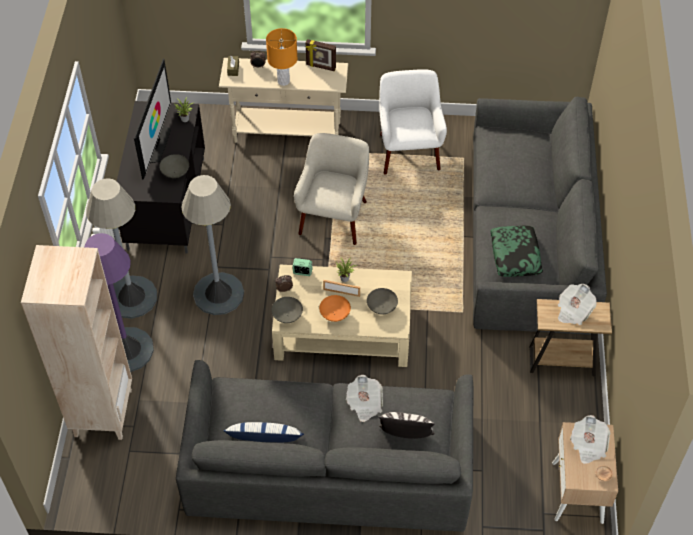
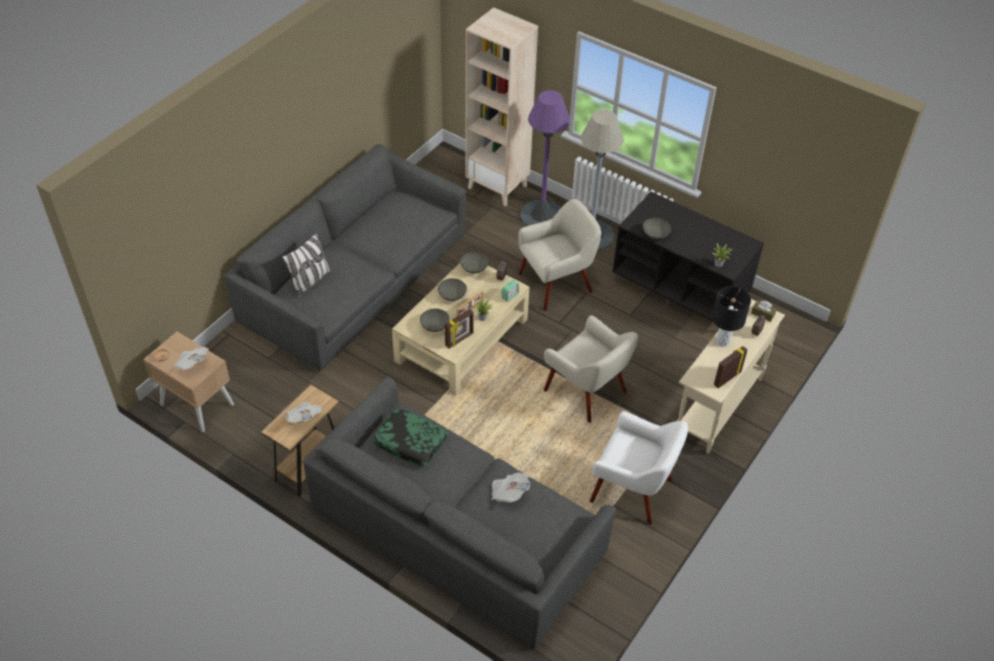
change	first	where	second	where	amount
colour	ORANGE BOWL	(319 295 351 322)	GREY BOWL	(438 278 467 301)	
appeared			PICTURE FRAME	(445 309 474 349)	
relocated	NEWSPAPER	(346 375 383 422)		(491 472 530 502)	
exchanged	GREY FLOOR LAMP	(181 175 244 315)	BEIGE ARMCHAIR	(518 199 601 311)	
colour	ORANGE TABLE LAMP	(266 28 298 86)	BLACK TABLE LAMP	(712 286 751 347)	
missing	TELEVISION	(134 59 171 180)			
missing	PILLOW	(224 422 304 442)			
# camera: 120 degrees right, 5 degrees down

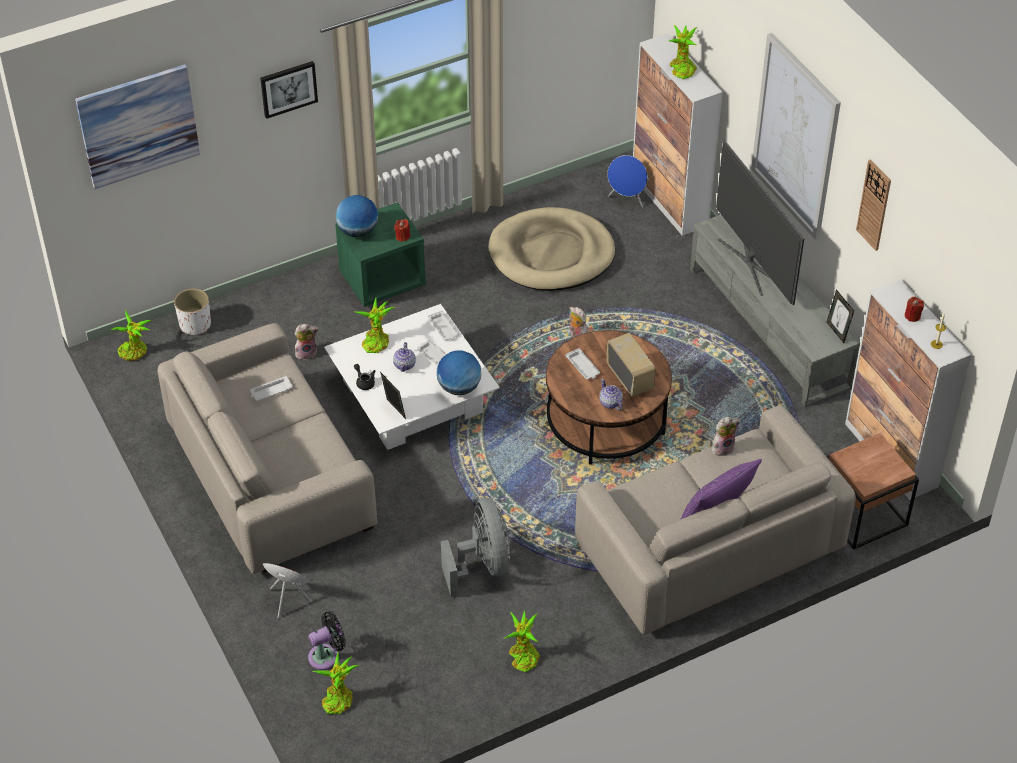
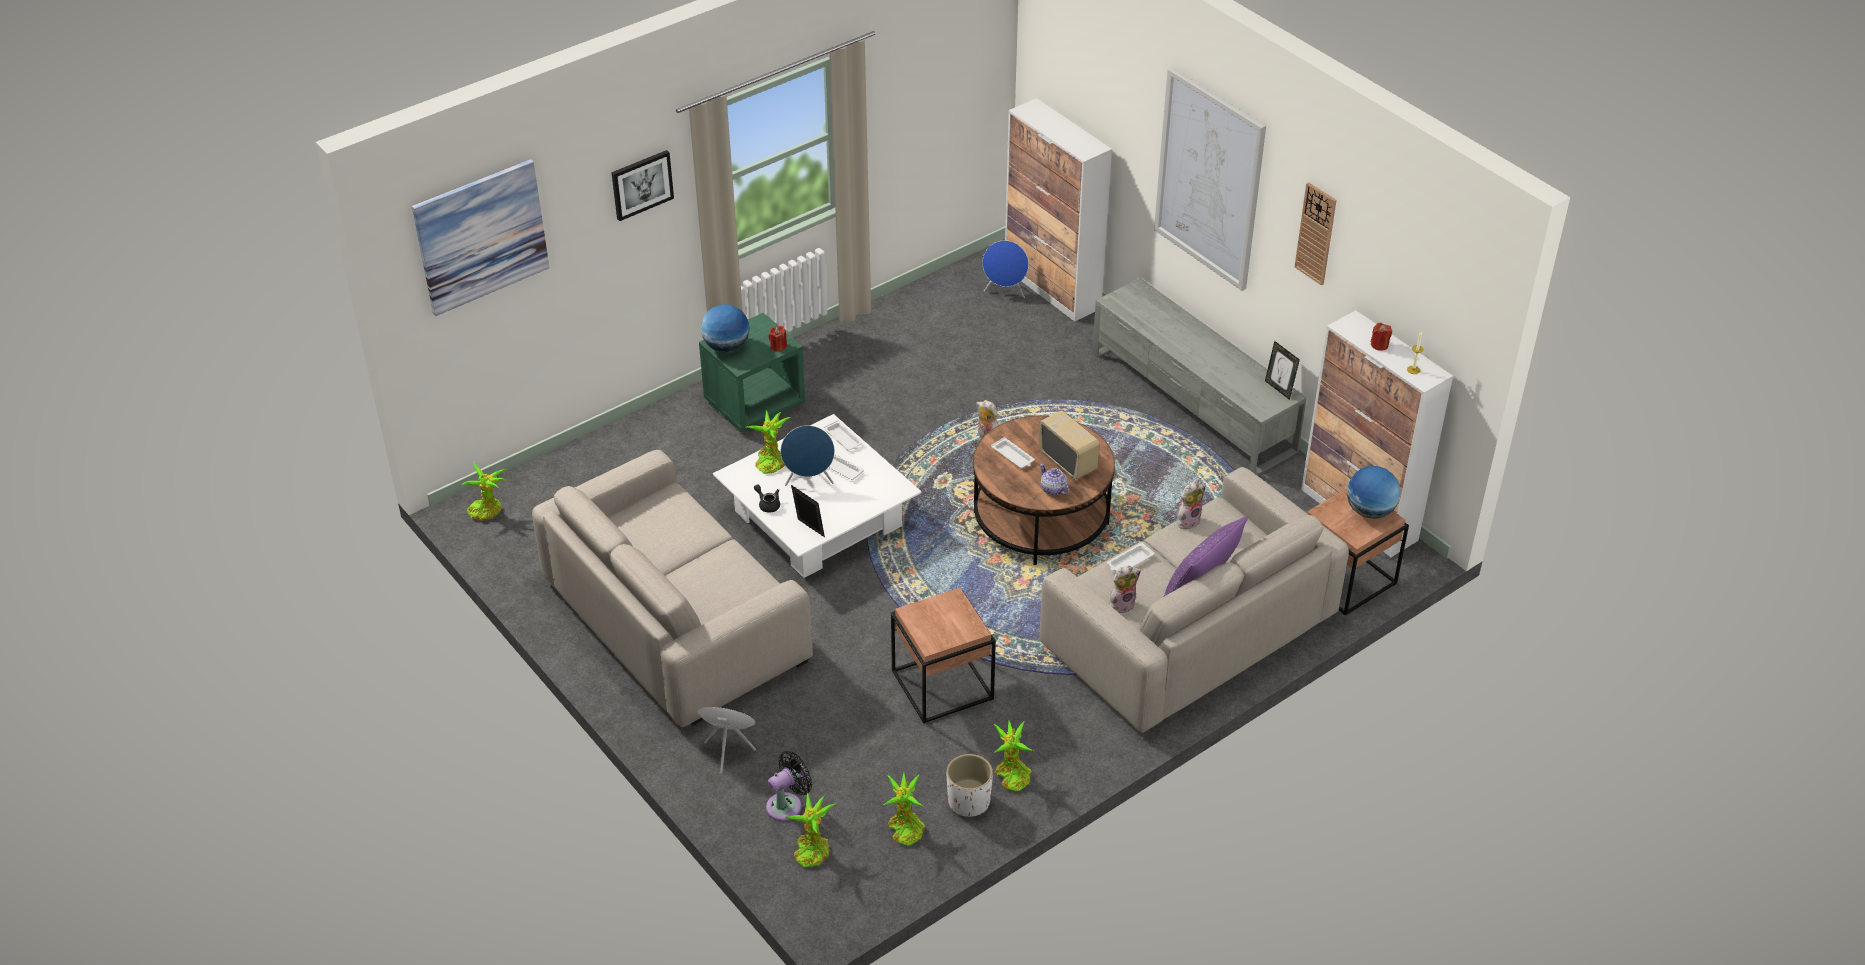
change	first	where	second	where	amount
exchanged	TEAPOT	(393 342 416 372)	BLUE SPEAKER	(781 425 835 486)	
relocated	POTTED PLANT	(669 25 697 79)		(883 773 925 846)	
exchanged	GREY FAN	(441 498 510 597)	BROWN SIDE TABLE	(891 588 996 724)	
relocated	WHITE PLANTER	(174 288 211 335)		(946 754 993 817)	
relocated	WHITE TRAY	(250 376 293 401)		(1107 542 1155 572)	
relocated	PLUSH TOY	(294 324 318 360)		(1109 565 1141 613)	
relocated	GLOBE	(437 351 481 395)		(1347 466 1401 519)	
missing	BEIGE DOG BED	(488 207 615 291)			
missing	TELEVISION	(716 140 804 305)			
# camera: 10 degrees left, 5 degrees down

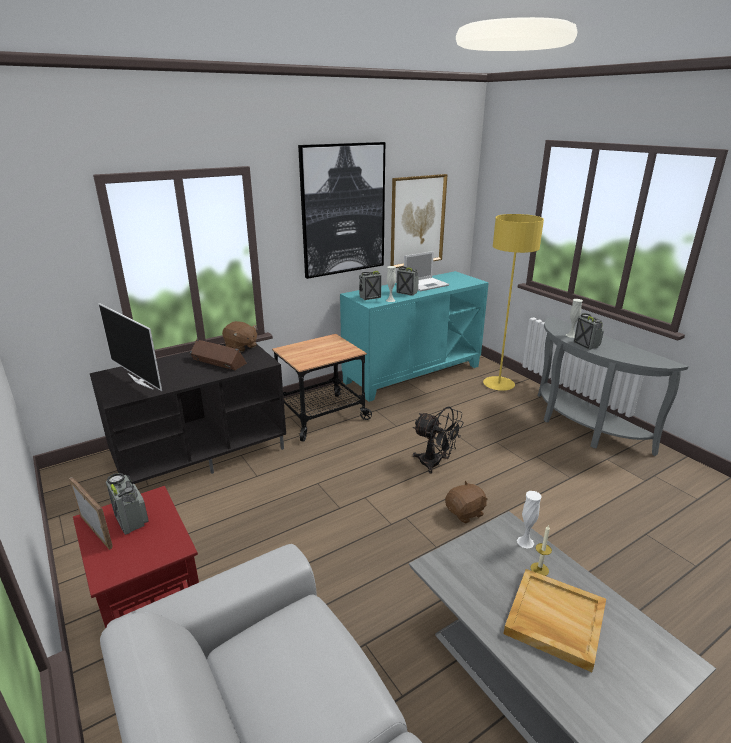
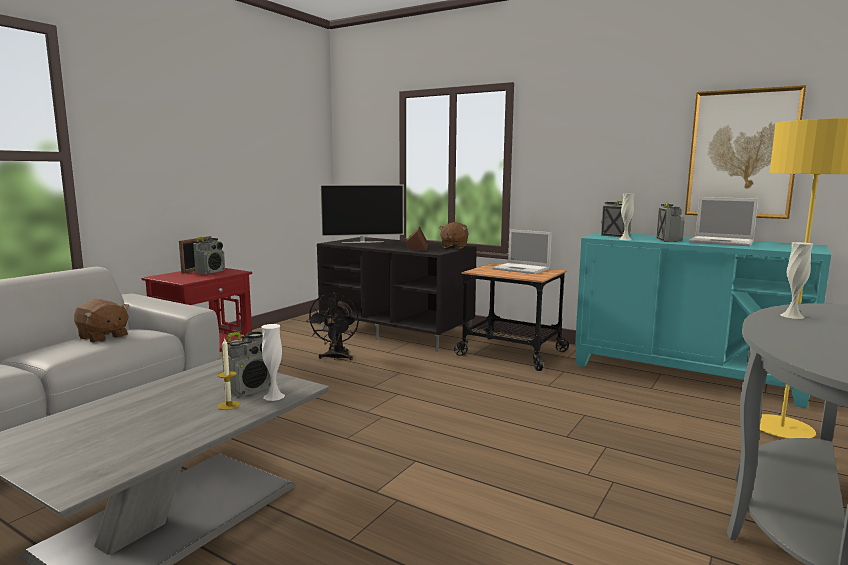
change	first	where	second	where	amount
relocated	BROWN PLUSH TOY	(445 480 488 523)		(74 300 129 343)	
relocated	RADIO	(574 313 604 350)		(222 331 271 397)	
relocated	BLACK FAN	(413 406 464 474)		(306 293 359 360)	
spun	TELEVISION	(98 303 162 391)		(320 185 404 243)	120 degrees counterclockwise
appeared			LAPTOP	(492 229 552 274)	
missing	PICTURE	(298 142 385 279)			
missing	BEIGE TRAY	(503 569 606 672)			
# camera: 65 degrees right, 15 degrees down

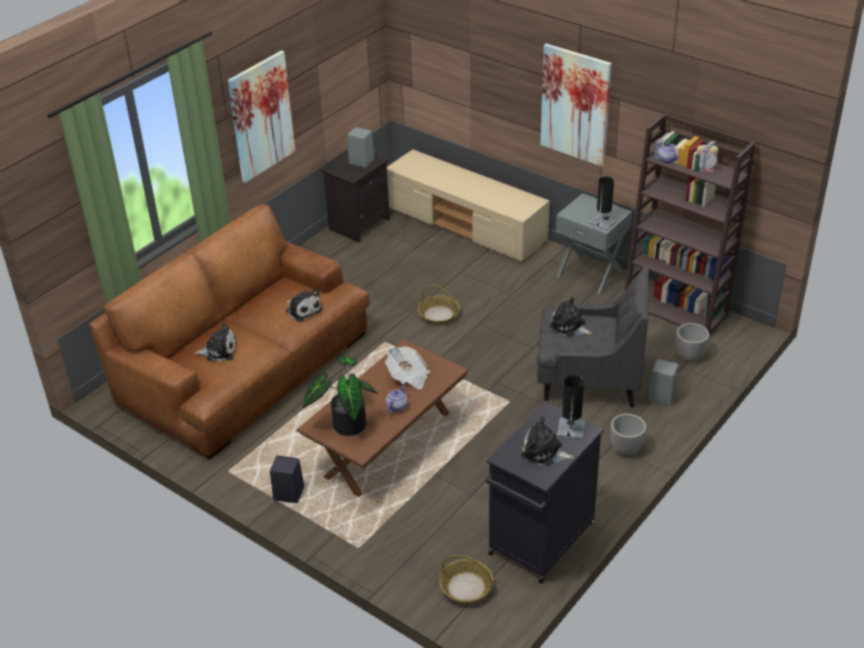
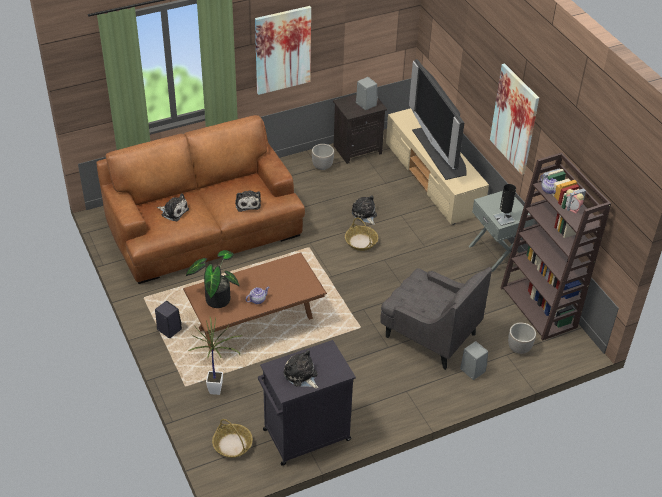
change	first	where	second	where	amount
appeared			POTTED PLANT	(188 317 242 395)	
relocated	PLANTER	(611 414 646 455)		(312 144 334 170)	
relocated	PLUSH TOY	(549 296 592 336)		(352 195 377 225)	
appeared			TELEVISION	(409 59 467 180)	
missing	NEWSPAPER	(385 346 430 389)			
missing	BLACK TABLE LAMP	(557 375 585 439)			
# camera: 25 degrees right, 5 degrees up

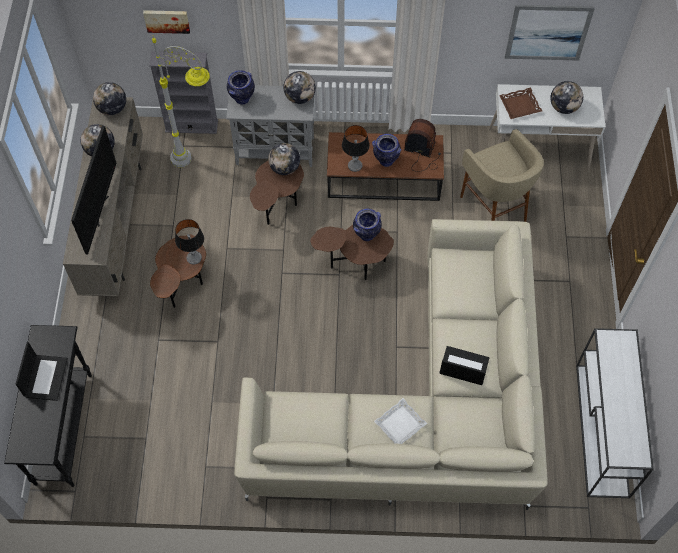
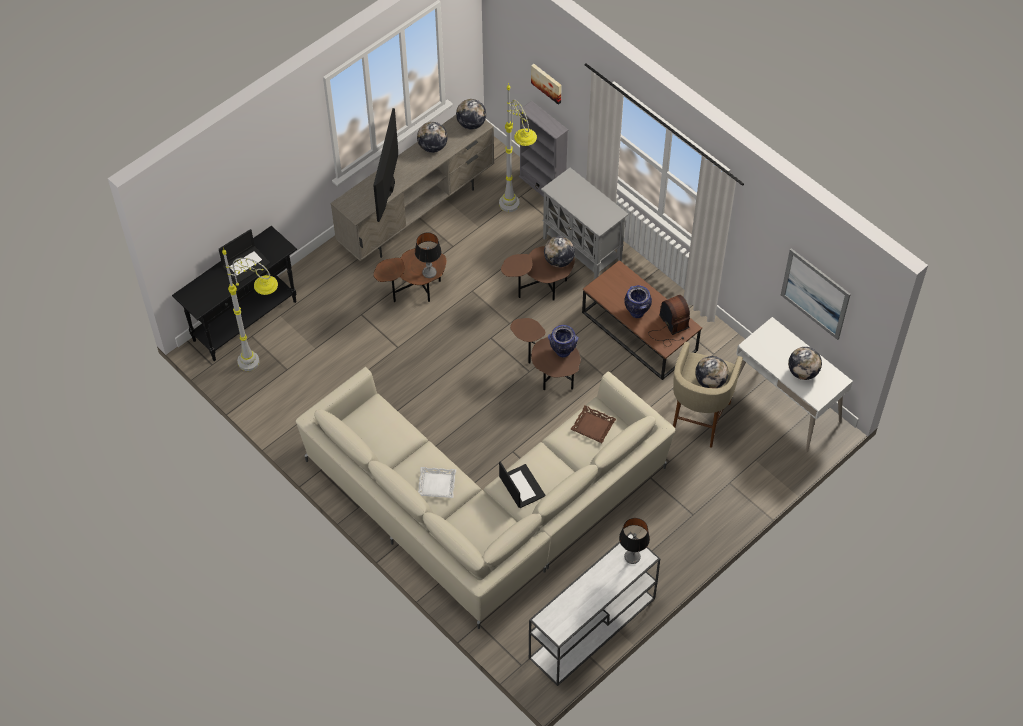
change	first	where	second	where	amount
appeared			GREY FLOOR LAMP	(222 248 278 371)	
spun	TELEVISION	(71 126 116 255)		(373 108 398 222)	135 degrees clockwise
relocated	BROWN TRAY	(499 87 542 119)		(570 405 616 443)	
relocated	TABLE LAMP	(342 125 370 172)		(619 518 650 564)	
relocated	GLOBE	(283 71 316 104)		(695 356 729 388)	
missing	VASE	(227 70 255 105)			
# camera: 45 degrees right, 5 degrees down

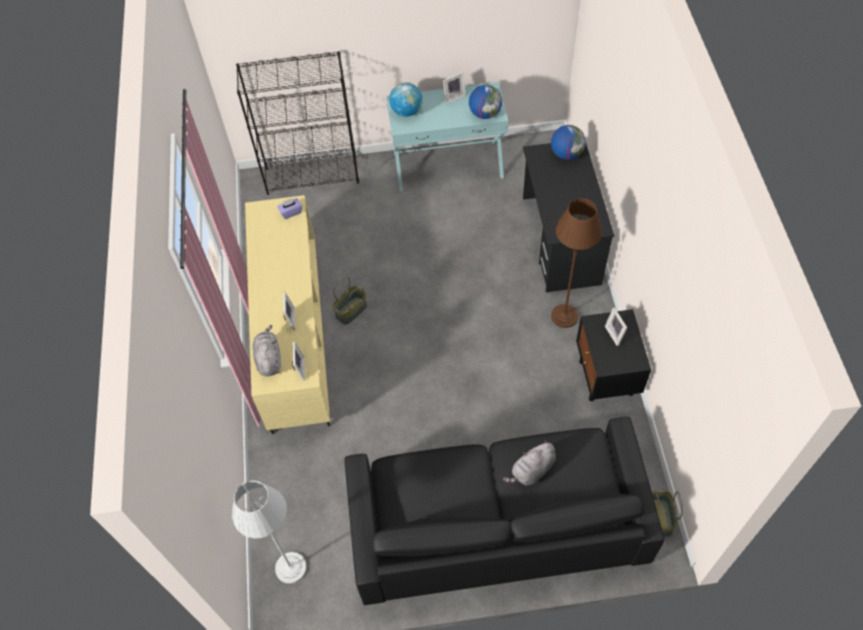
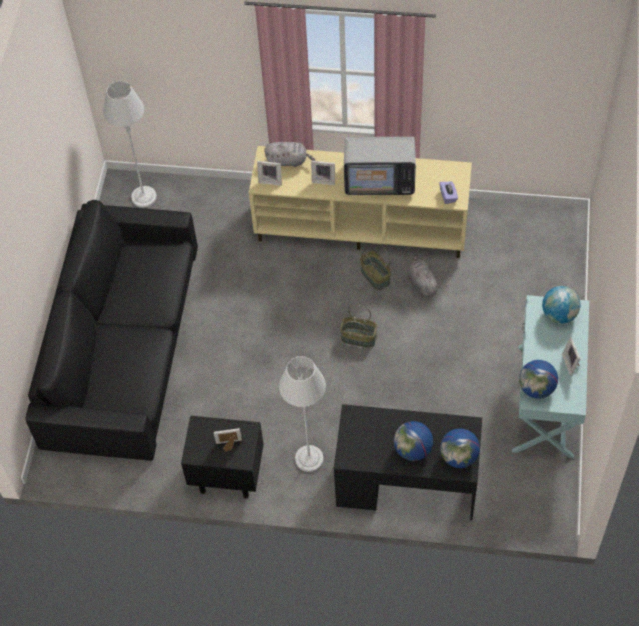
change	first	where	second	where	amount
colour	BROWN FLOOR LAMP	(551 198 602 328)	GREY FLOOR LAMP	(279 356 326 472)	
relocated	BASKET	(652 490 683 537)		(340 305 377 348)	
appeared			TELEVISION	(344 137 416 195)	
appeared			GLOBE	(394 421 433 461)	
relocated	GREY PLUSH TOY	(503 440 556 486)		(407 255 440 298)	
missing	BLACK BOOKCASE	(236 51 359 195)			
# camera: 105 degrees right, 0 degrees up

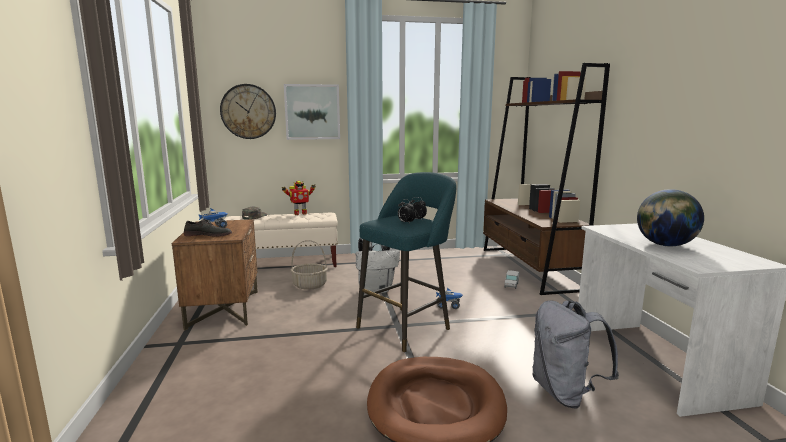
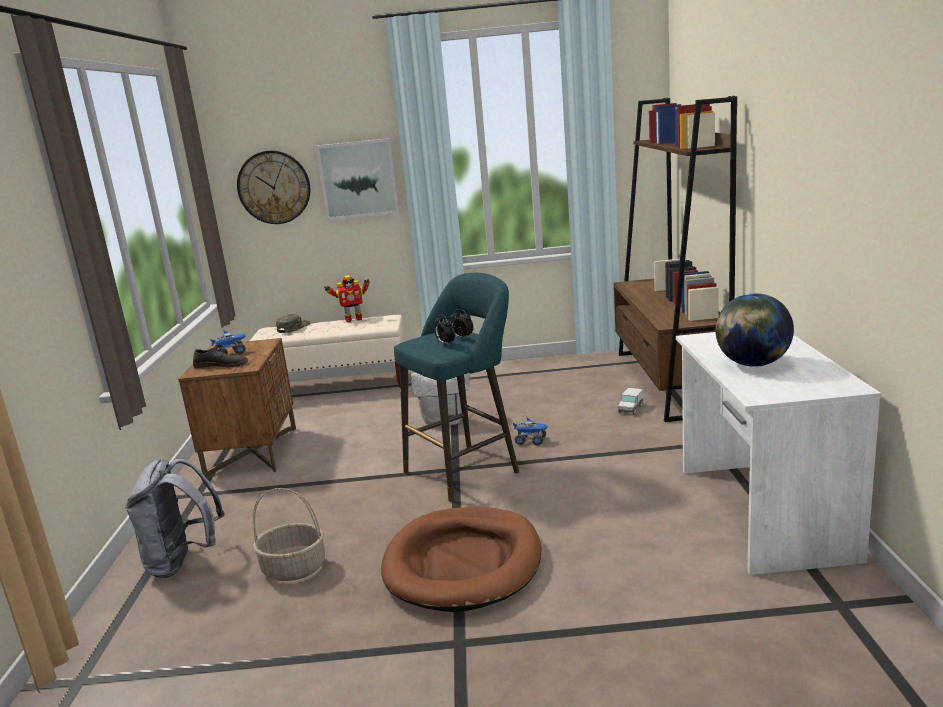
change	first	where	second	where	amount
relocated	GREY BACKPACK	(532 300 619 408)		(125 459 225 578)	
relocated	BASKET	(291 240 328 290)		(253 488 325 581)	
# camera: 10 degrees right, 5 degrees up

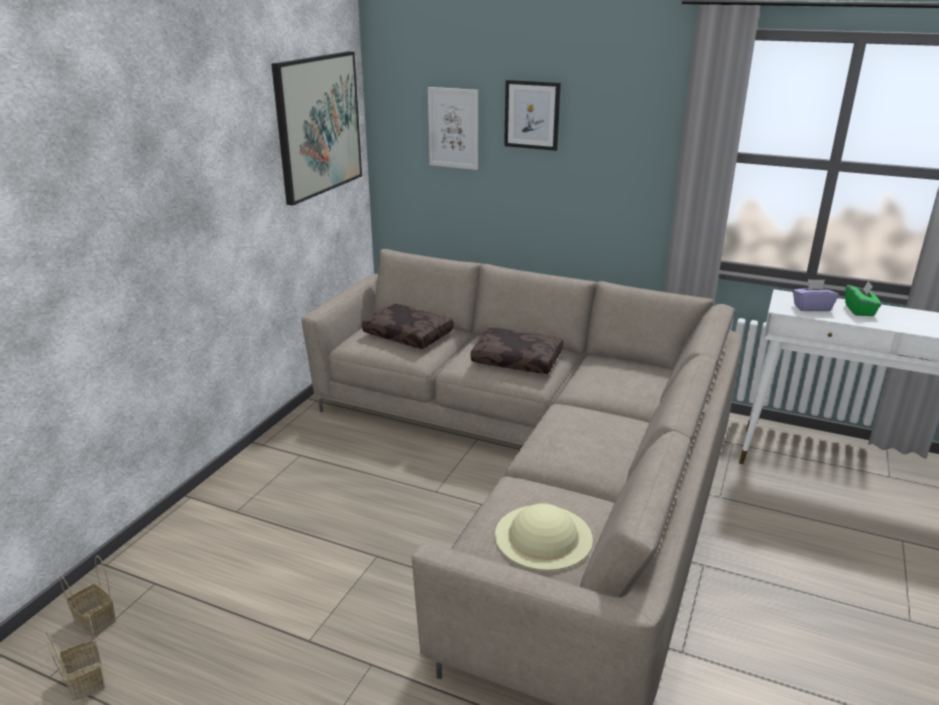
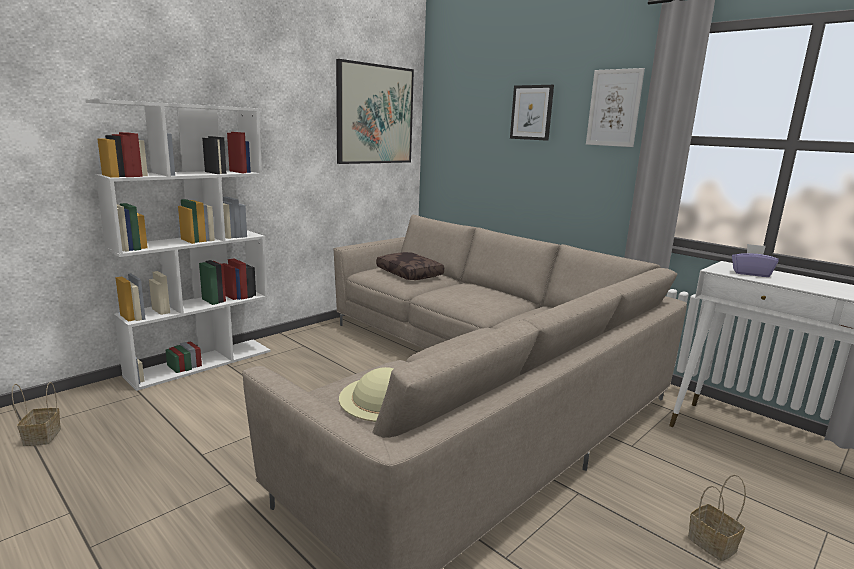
change	first	where	second	where	amount
appeared			WHITE BOOKCASE	(85 99 271 391)	
relocated	PICTURE	(428 87 478 170)		(586 68 645 147)	
relocated	BASKET	(60 556 116 637)		(688 474 746 561)	
missing	BROWN PILLOW	(470 328 563 374)			
missing	GREEN TISSUE BOX	(845 281 881 316)			
# camera: 20 degrees right, 10 degrees down

